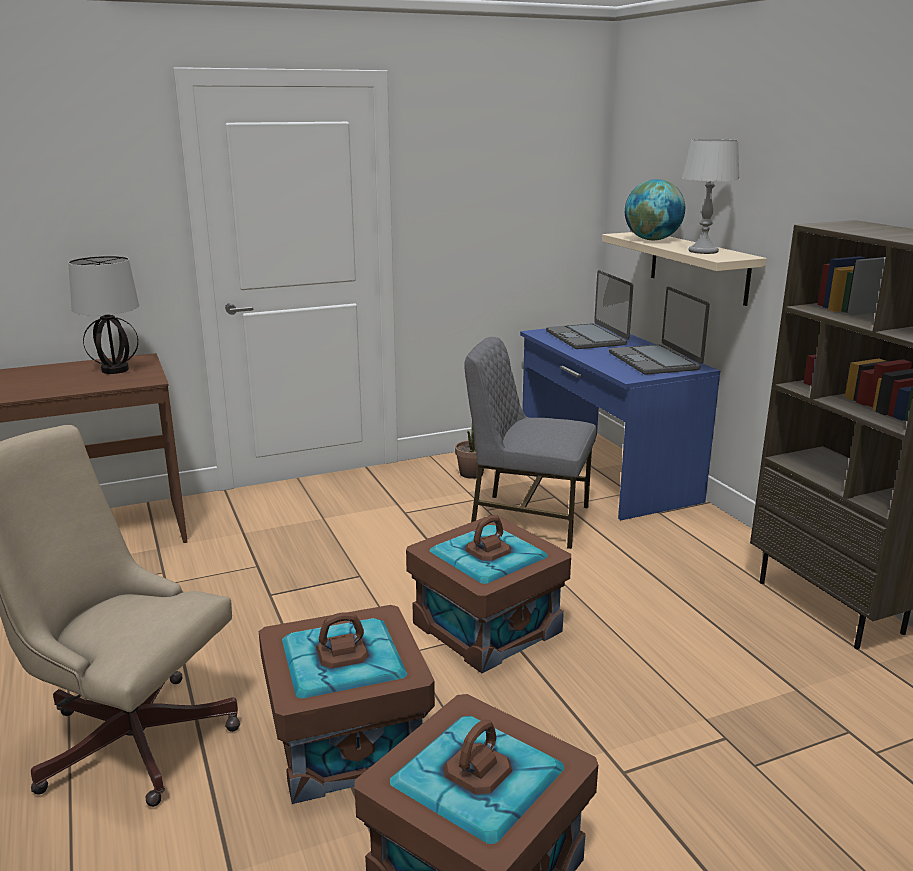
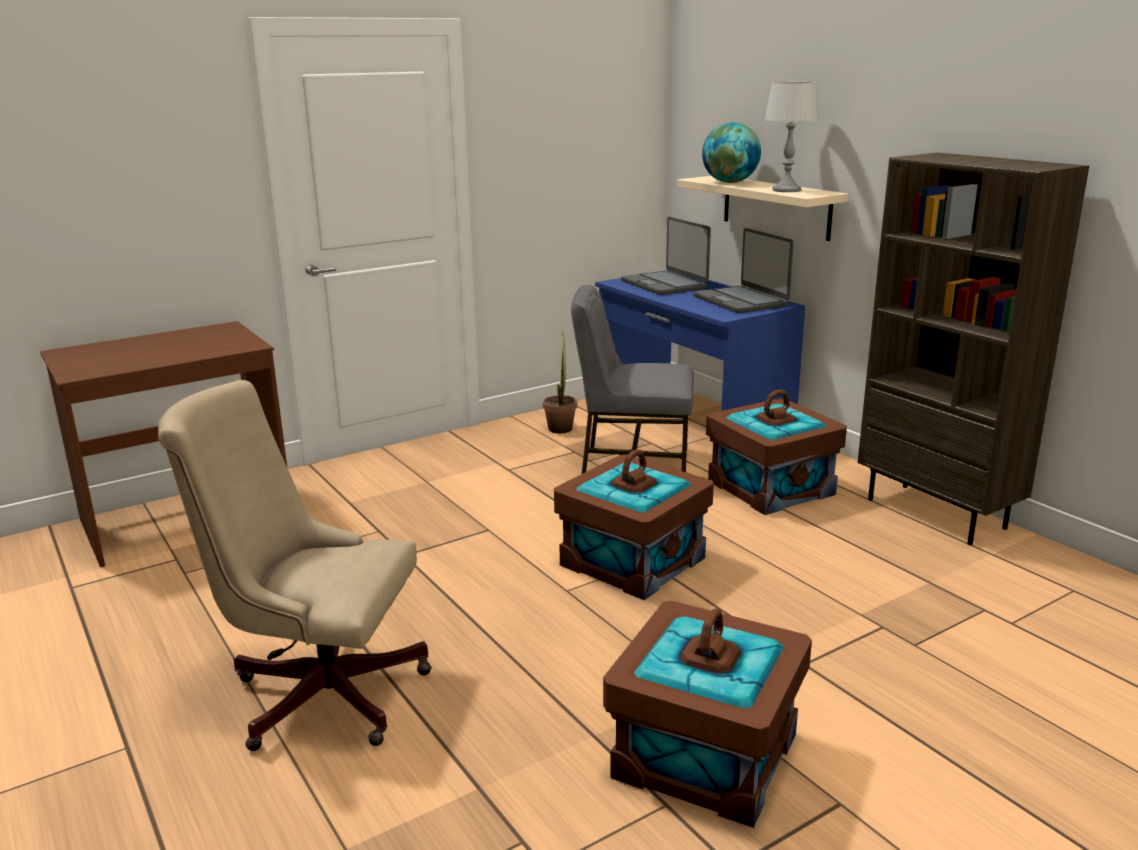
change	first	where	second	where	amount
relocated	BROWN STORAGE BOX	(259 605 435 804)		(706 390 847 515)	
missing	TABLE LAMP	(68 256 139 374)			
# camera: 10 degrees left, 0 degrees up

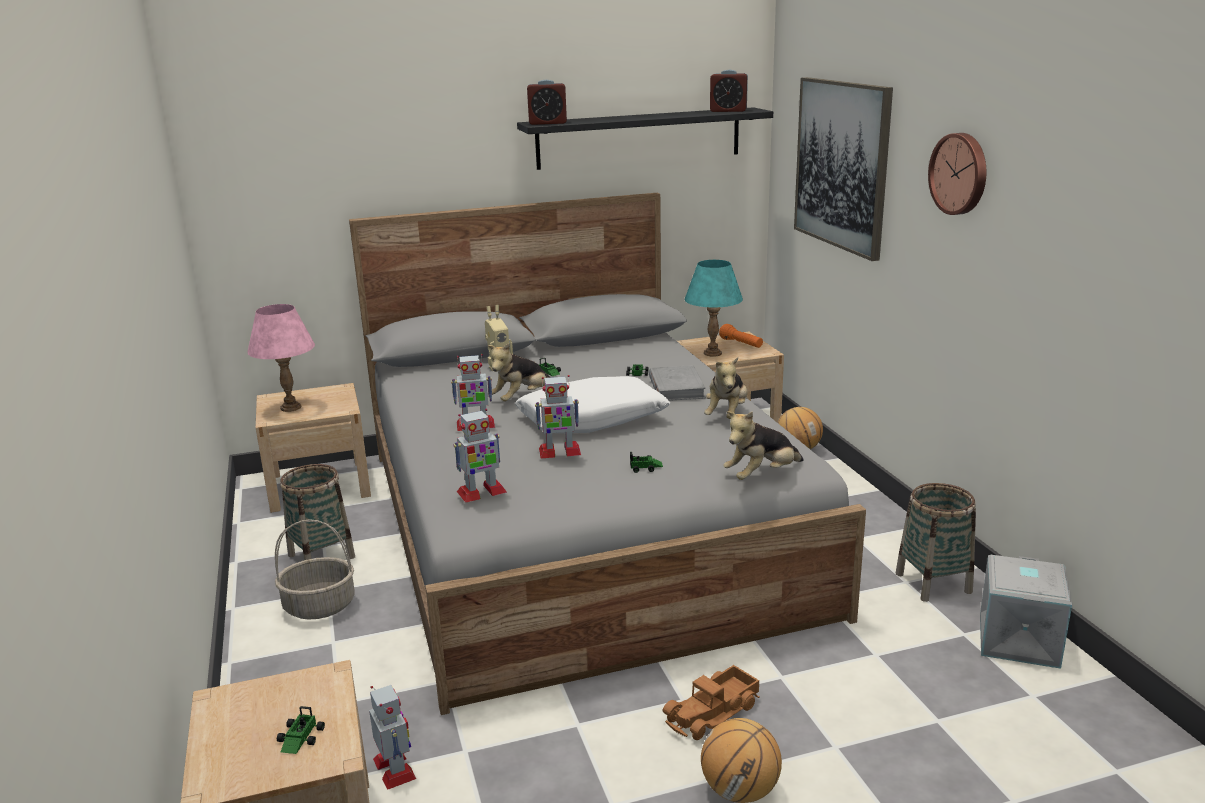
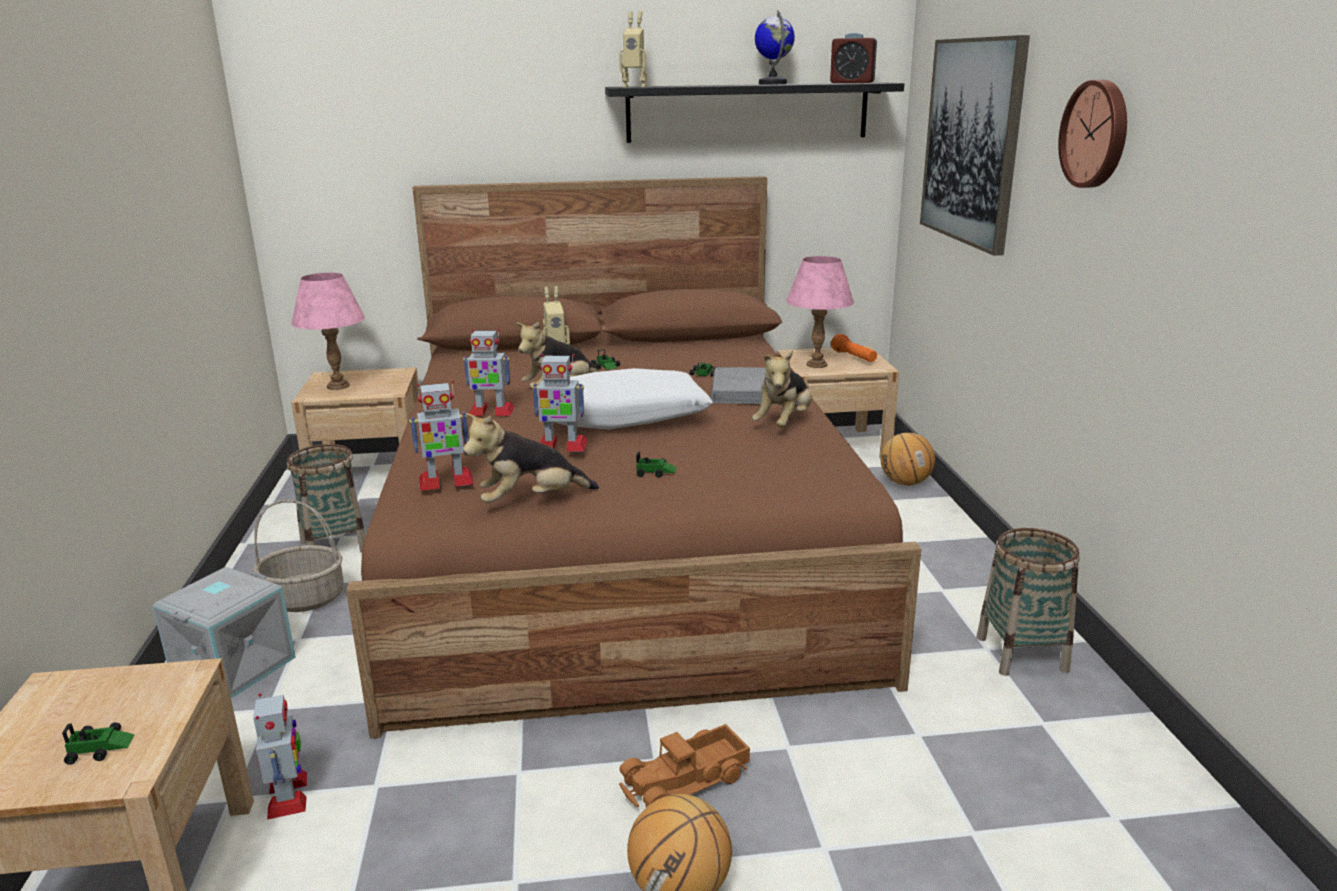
change	first	where	second	where	amount
spun	TOY CAR	(277 706 325 754)		(62 722 135 765)	120 degrees counterclockwise
relocated	GREY STORAGE BOX	(980 555 1072 669)		(152 567 296 699)	
colour	GREY BED	(349 193 866 715)	BROWN BED	(346 176 921 738)	
relocated	PLUSH TOY	(723 411 804 480)		(463 413 599 503)	
exchanged	ALARM CLOCK	(527 80 567 125)	TOY ROBOT	(619 11 647 87)	
appeared			GLOBE	(755 10 795 85)	
colour	TURQUOISE TABLE LAMP	(685 260 743 357)	PINK TABLE LAMP	(786 256 854 368)	
# camera: 10 degrees right, 0 degrees up

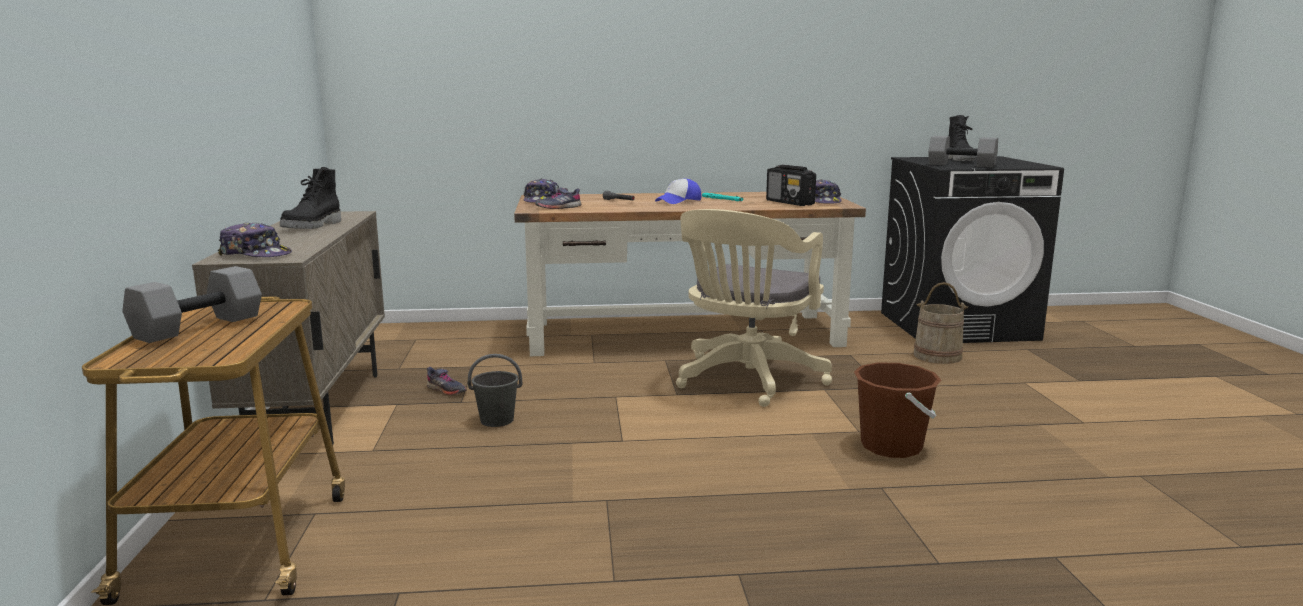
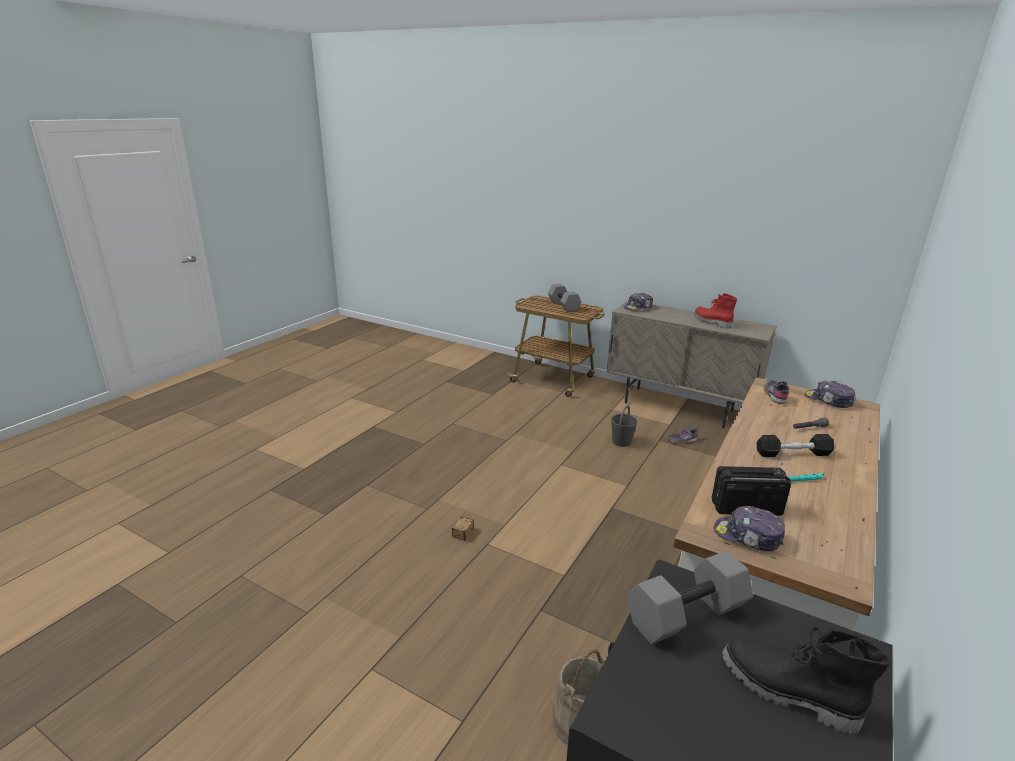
change	first	where	second	where	amount
exchanged	BROWN BUCKET	(854 363 941 458)	STORAGE BOX	(452 516 474 541)	
colour	BLACK BOOT	(280 167 341 229)	RED BOOT	(694 293 737 329)	
exchanged	CAP	(655 179 702 204)	BLACK DUMBBELL	(756 434 834 457)	
missing	BEIGE OFFICE CHAIR	(676 209 832 407)			
# camera: 125 degrees right, 10 degrees up

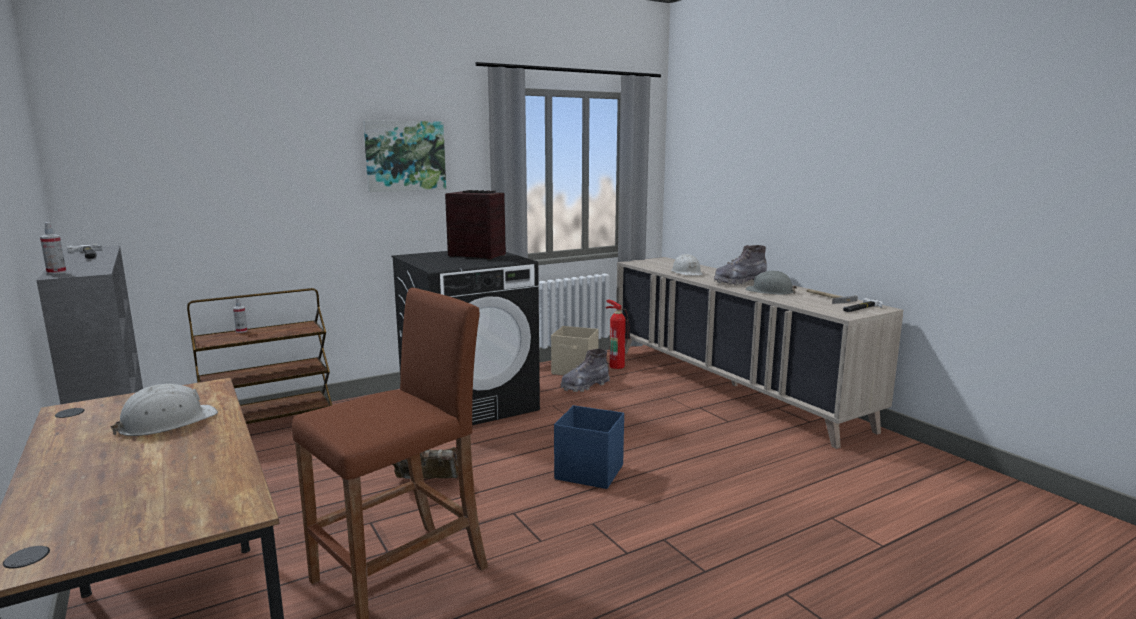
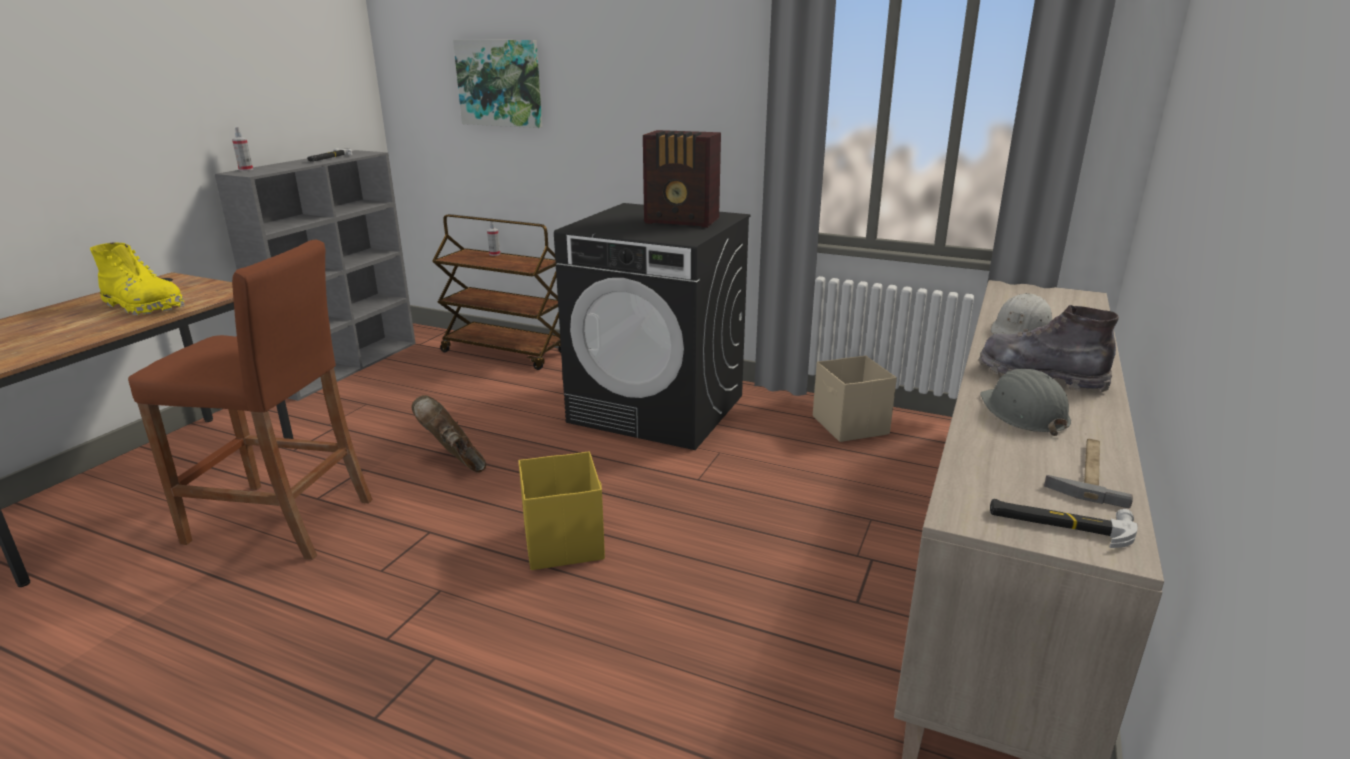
change	first	where	second	where	amount
exchanged	WHITE HARD HAT	(111 384 218 436)	YELLOW BOOT	(90 243 185 315)	
relocated	PICTURE	(363 120 446 192)		(453 40 542 128)	
colour	BLUE STORAGE BOX	(554 405 624 489)	YELLOW STORAGE BOX	(518 451 605 570)	
spun	RADIO	(445 190 506 259)		(643 130 721 228)	120 degrees clockwise
missing	GREY BOOT	(561 348 610 392)			
missing	FIRE EXTINGUISHER	(606 300 630 369)			
# camera: 55 degrees right, 10 degrees up

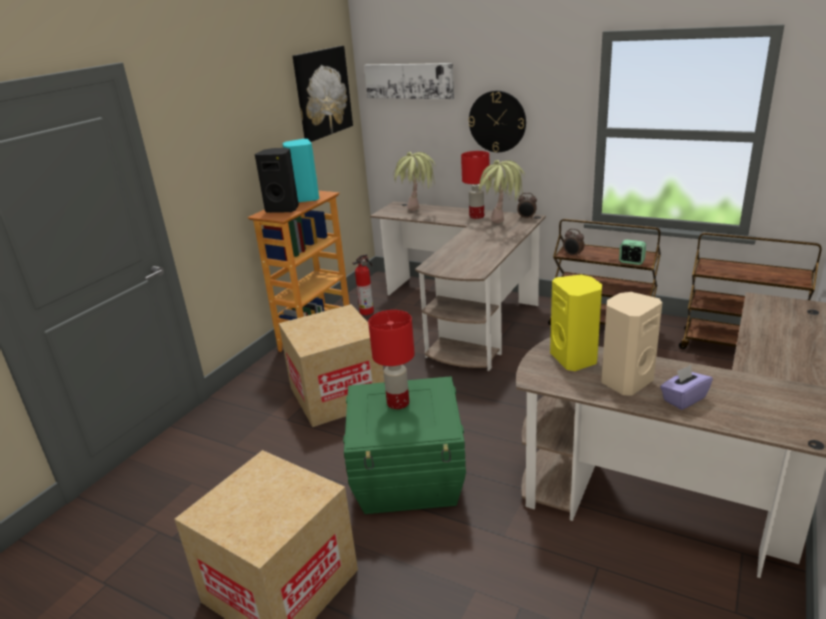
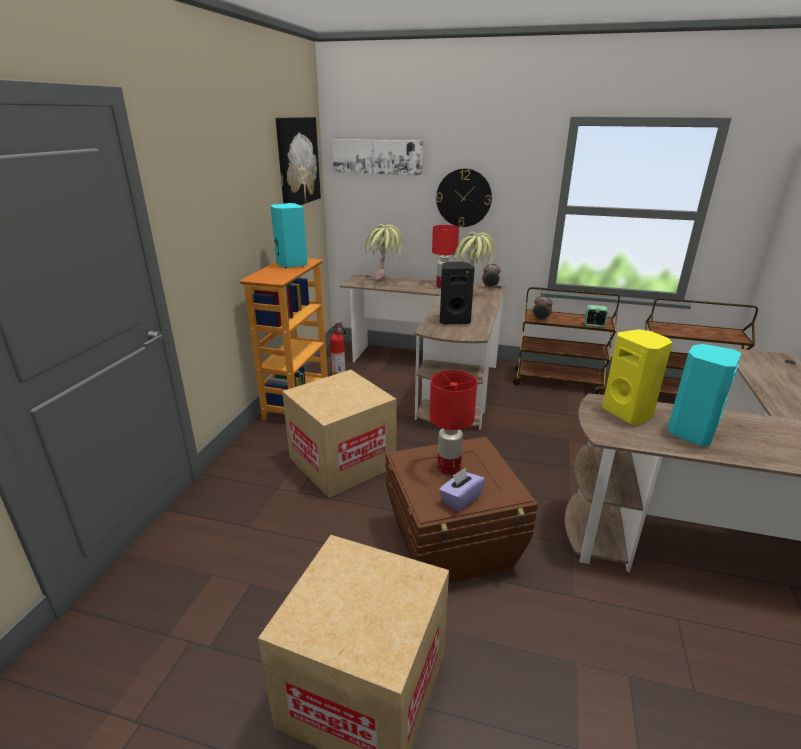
change	first	where	second	where	amount
colour	GREEN STORAGE BOX	(343 376 466 514)	BROWN STORAGE BOX	(385 437 538 584)	
relocated	PURPLE TISSUE BOX	(660 365 713 410)		(439 467 485 511)	
relocated	BLACK SPEAKER	(255 148 299 213)		(440 262 475 324)	
colour	BEIGE SPEAKER	(601 292 662 396)	TURQUOISE SPEAKER	(667 344 741 446)	
# camera: 15 degrees left, 0 degrees up

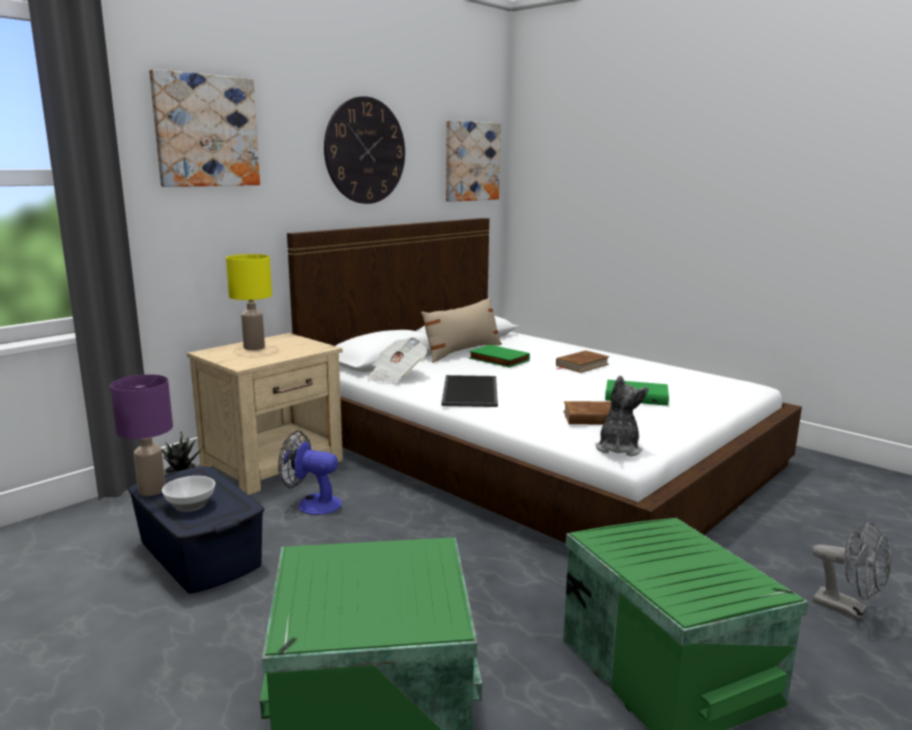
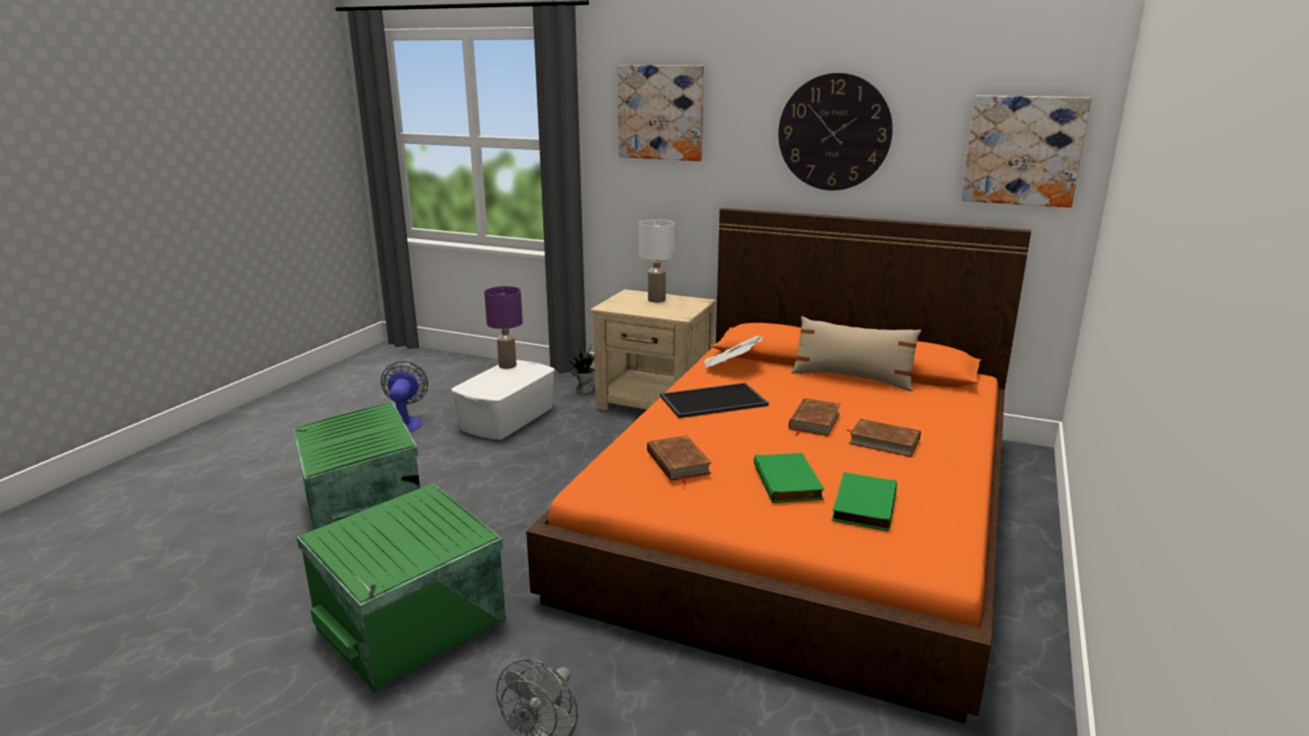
change	first	where	second	where	amount
relocated	FAN	(278 431 342 515)		(381 361 428 432)	
colour	BLUE STORAGE BOX	(128 466 264 593)	WHITE STORAGE BOX	(451 360 555 440)	
colour	WHITE BED	(287 218 802 543)	ORANGE BED	(526 208 1031 723)	
colour	YELLOW TABLE LAMP	(226 254 272 350)	WHITE TABLE LAMP	(639 219 675 303)	
appeared			BROWN BOOK	(789 398 841 436)	
relocated	GREEN BOOK	(469 345 530 368)		(831 472 897 531)	
missing	BOWL	(162 476 215 512)			
missing	PLUSH TOY	(595 375 649 456)			
# camera: 70 degrees right, 5 degrees up

